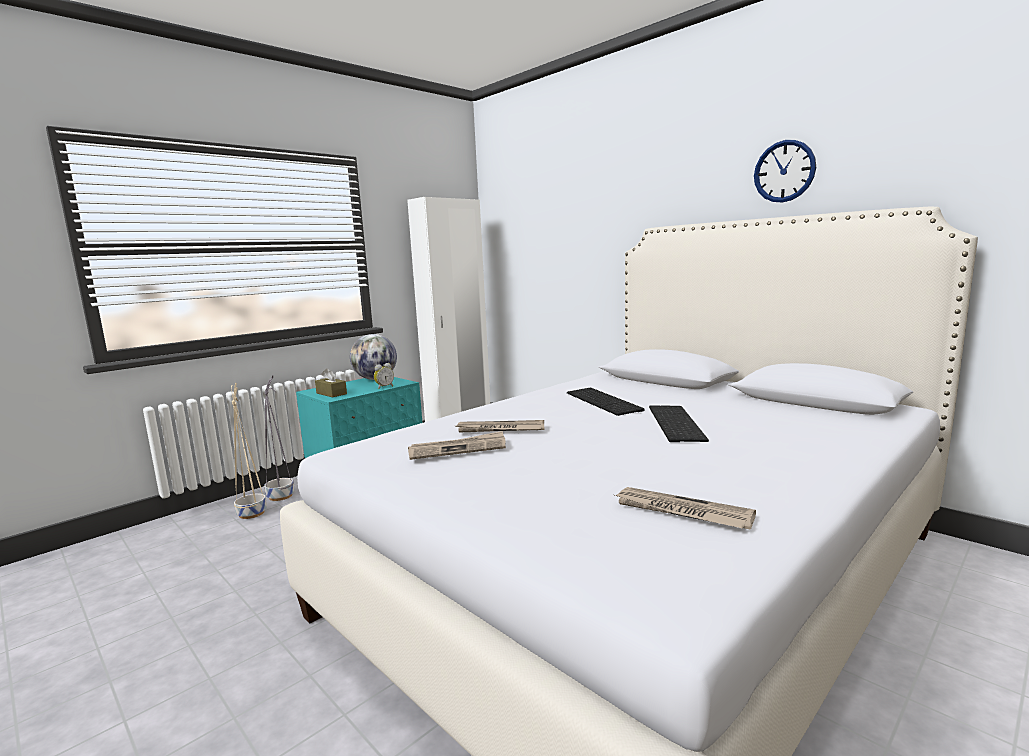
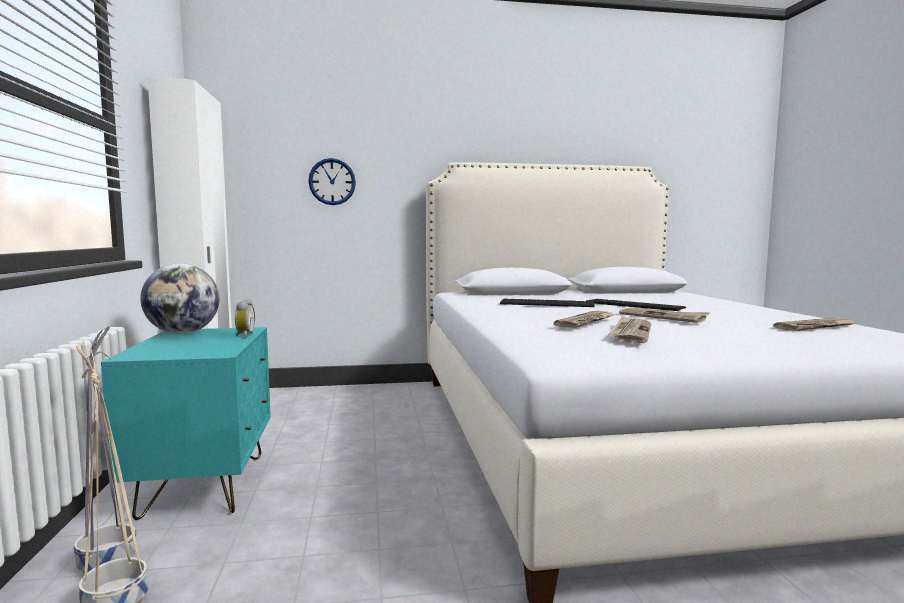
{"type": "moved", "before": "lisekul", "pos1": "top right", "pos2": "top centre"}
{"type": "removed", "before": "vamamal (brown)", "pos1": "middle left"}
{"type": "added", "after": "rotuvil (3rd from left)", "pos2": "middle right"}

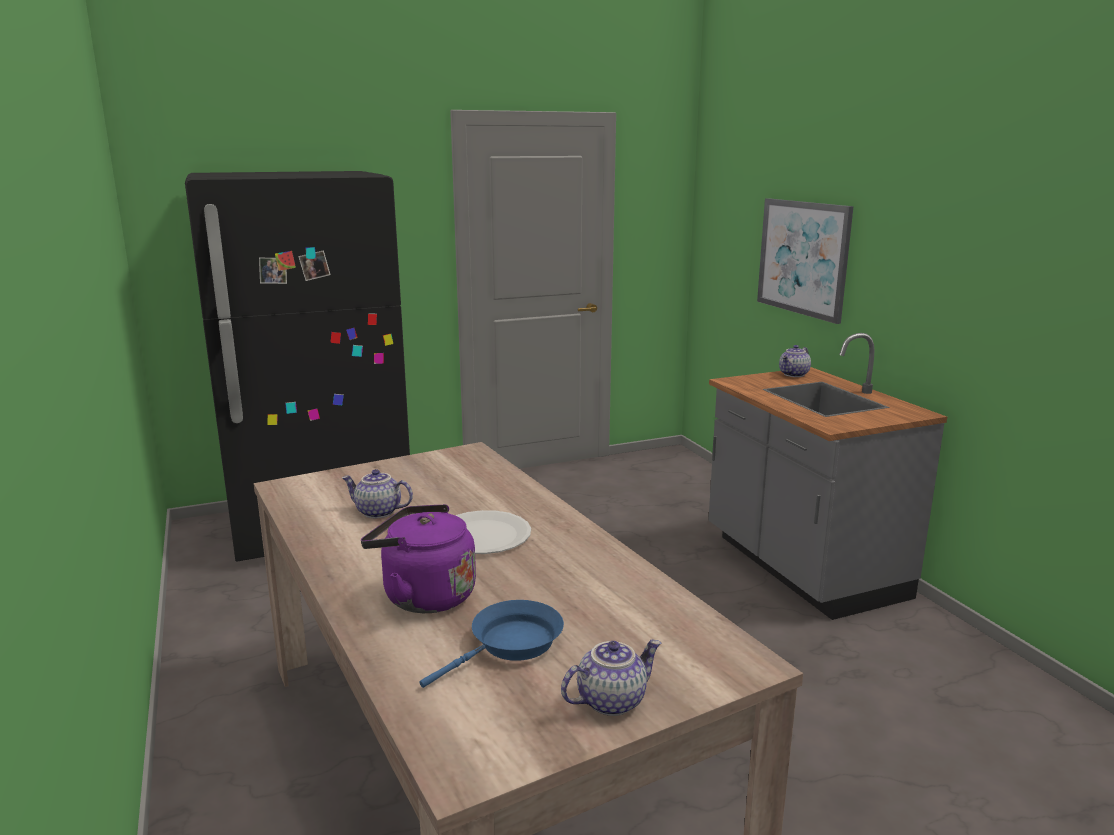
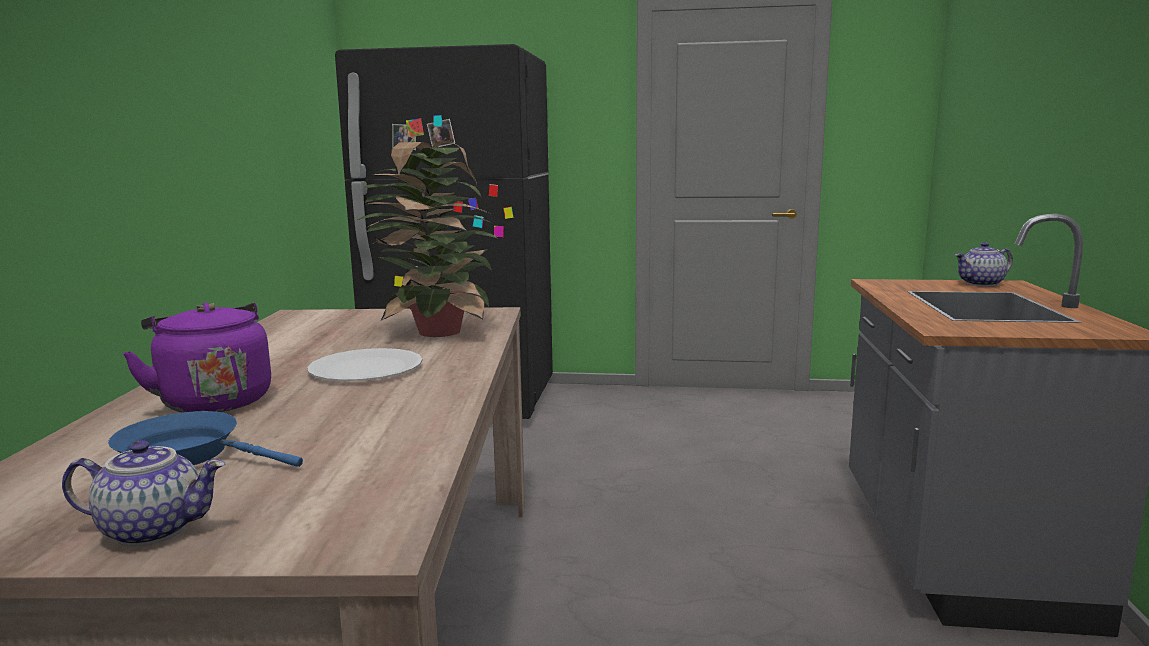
{"type": "removed", "before": "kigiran", "pos1": "top right"}
{"type": "removed", "before": "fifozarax (1st from left)", "pos1": "centre"}
{"type": "turned", "before": "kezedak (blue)", "pos1": "bottom centre", "pos2": "bottom left", "turn": -150}
{"type": "added", "after": "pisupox", "pos2": "centre"}

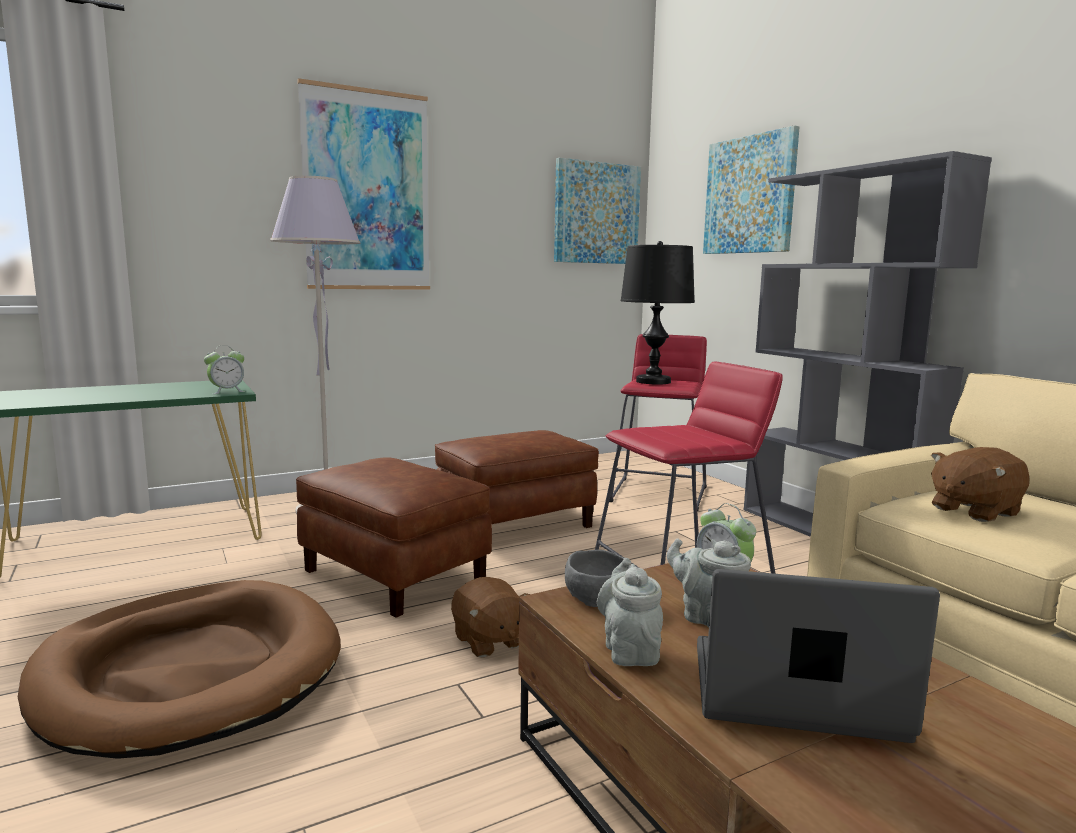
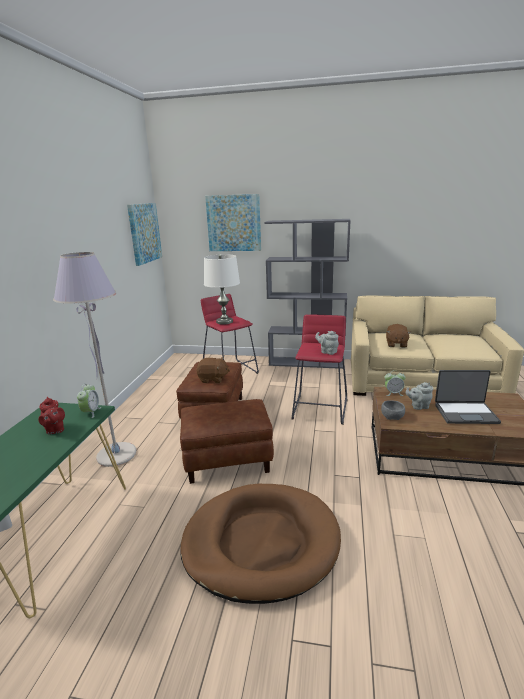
{"type": "removed", "before": "kigiran (1st from left)", "pos1": "top centre"}
{"type": "recoloured", "before": "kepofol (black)", "after": "kepofol (white)", "pos1": "centre", "pos2": "centre"}
{"type": "moved", "before": "fifozarax (grey) (1st from left)", "pos1": "bottom centre", "pos2": "centre"}
{"type": "turned", "before": "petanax", "pos1": "bottom right", "pos2": "middle right", "turn": -135}
{"type": "moved", "before": "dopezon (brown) (1st from left)", "pos1": "bottom centre", "pos2": "centre"}
{"type": "added", "after": "fifozarax (red)", "pos2": "middle left"}

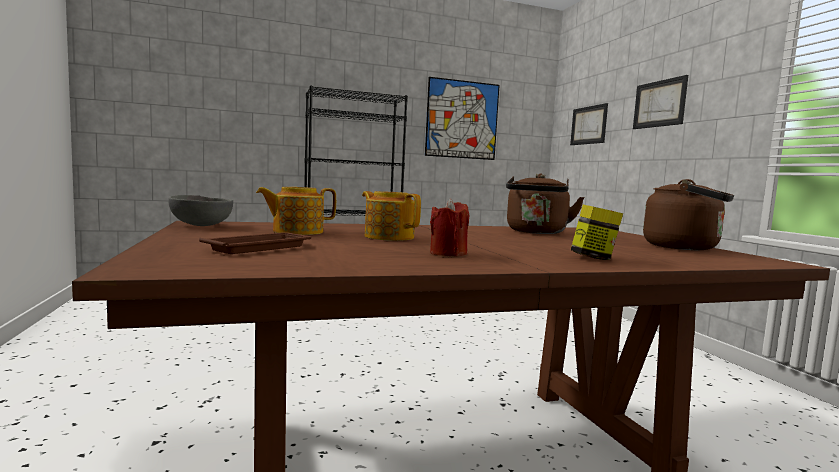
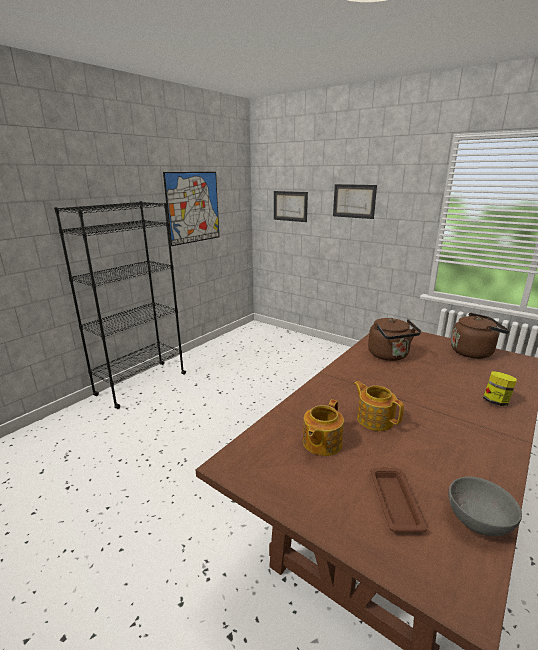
{"type": "turned", "before": "fifozarax (2nd from left)", "pos1": "centre", "pos2": "middle right", "turn": 45}
{"type": "moved", "before": "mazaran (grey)", "pos1": "middle left", "pos2": "bottom right"}
{"type": "removed", "before": "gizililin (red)", "pos1": "centre"}

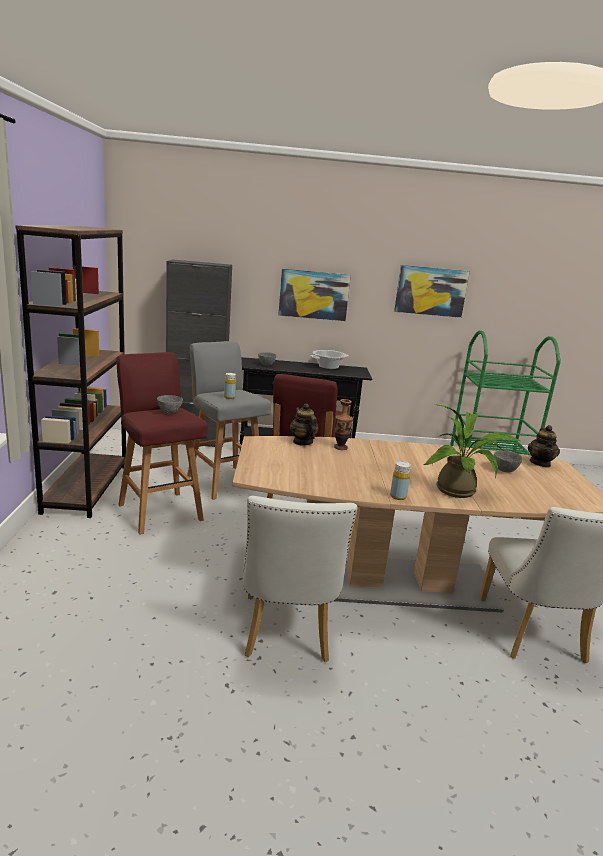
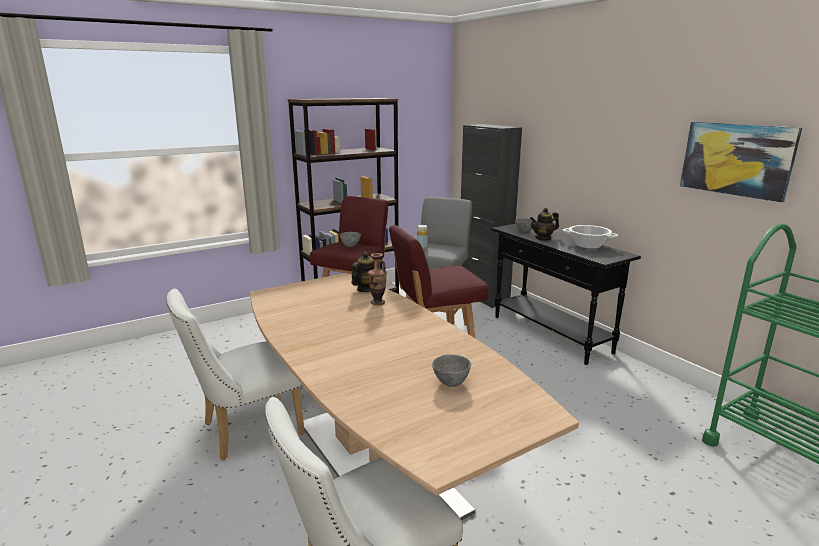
{"type": "removed", "before": "kigiran (1st from left)", "pos1": "centre"}
{"type": "removed", "before": "pisupox", "pos1": "middle right"}
{"type": "moved", "before": "fifozarax (2nd from left)", "pos1": "middle right", "pos2": "centre"}
{"type": "removed", "before": "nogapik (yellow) (2nd from left)", "pos1": "centre"}

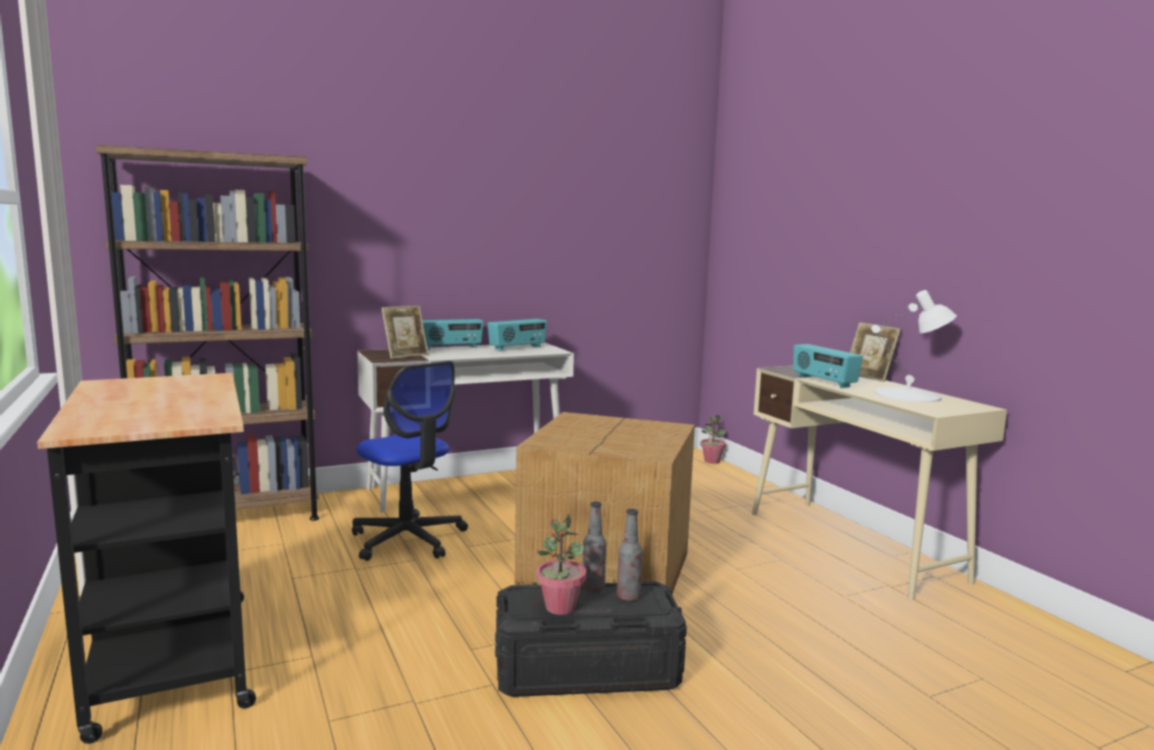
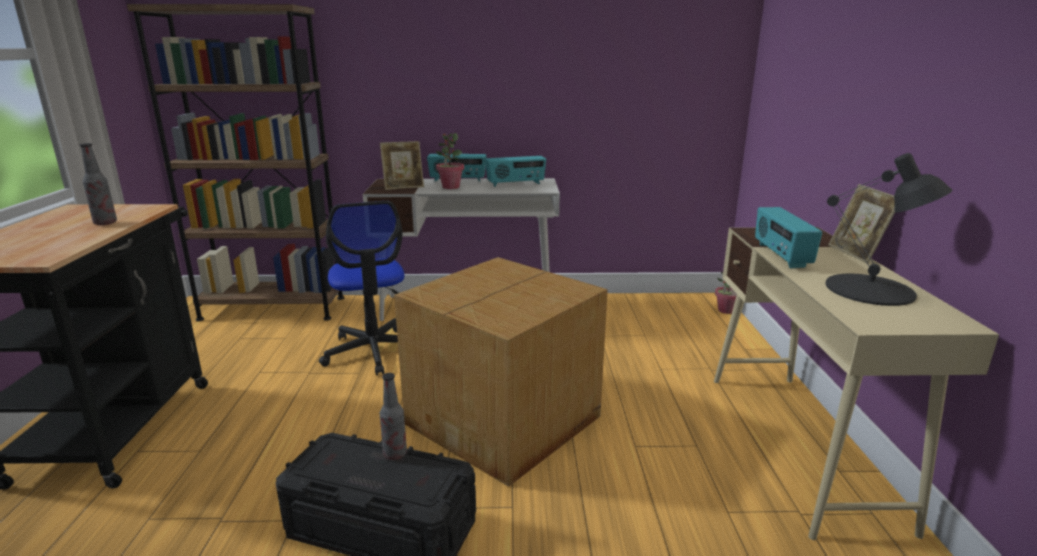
{"type": "recoloured", "before": "kepofol (white)", "after": "kepofol (black)", "pos1": "middle right", "pos2": "middle right"}
{"type": "moved", "before": "nogapik (2nd from left in the first image)", "after": "nogapik (1st from left)", "pos1": "bottom centre", "pos2": "top left"}
{"type": "moved", "before": "pisupox (1st from left)", "pos1": "bottom centre", "pos2": "top centre"}

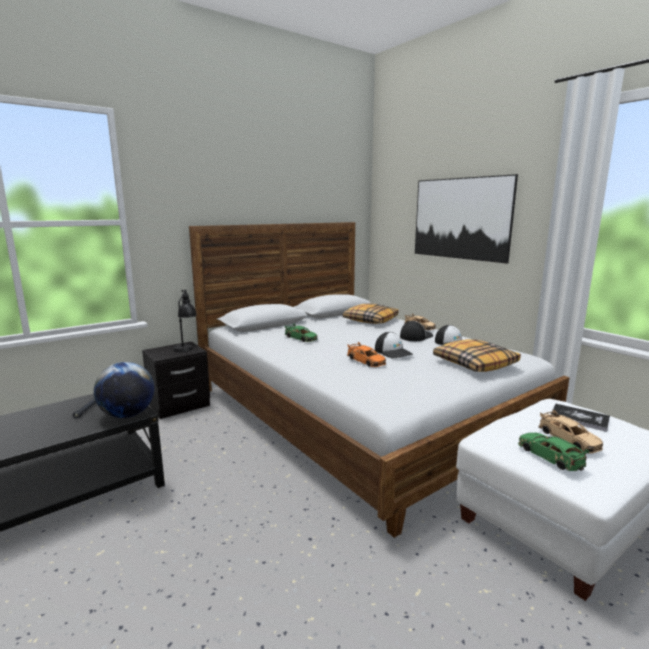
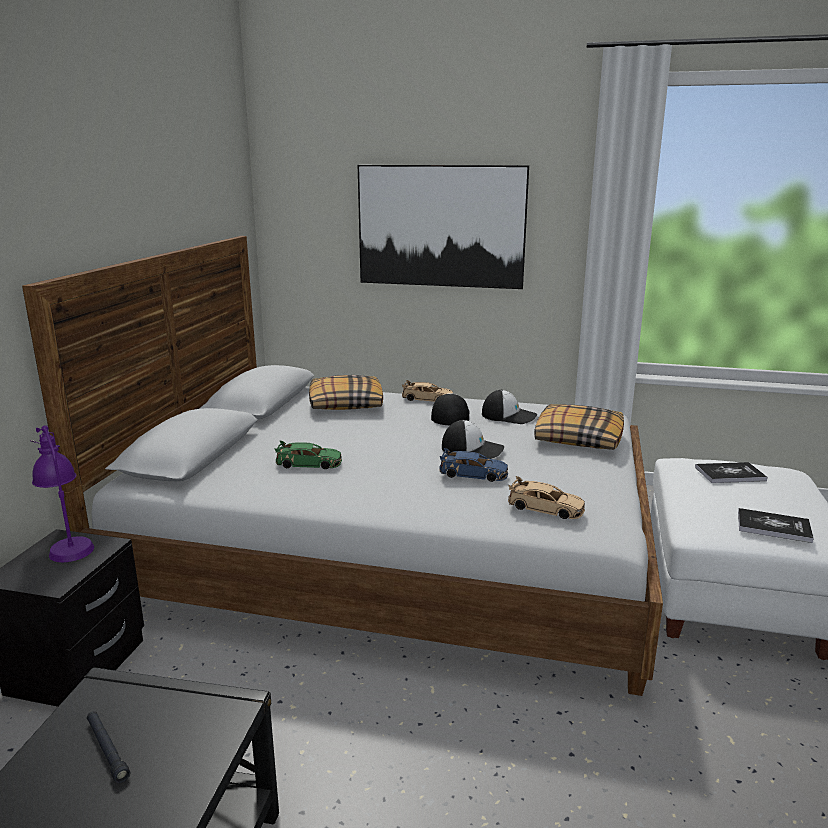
{"type": "recoloured", "before": "kepofol (black)", "after": "kepofol (purple)", "pos1": "middle left", "pos2": "middle left"}
{"type": "recoloured", "before": "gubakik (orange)", "after": "gubakik (blue)", "pos1": "centre", "pos2": "centre"}
{"type": "removed", "before": "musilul", "pos1": "middle left"}
{"type": "moved", "before": "gubakik (beige) (2nd from left)", "pos1": "middle right", "pos2": "centre"}
{"type": "replaced", "before": "gubakik (green) (2nd from left)", "after": "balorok (2nd from left)", "pos1": "bottom right", "pos2": "middle right"}

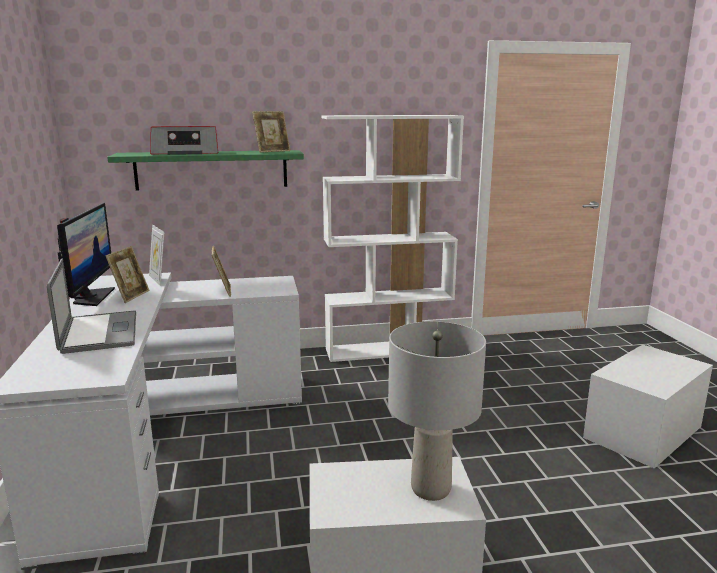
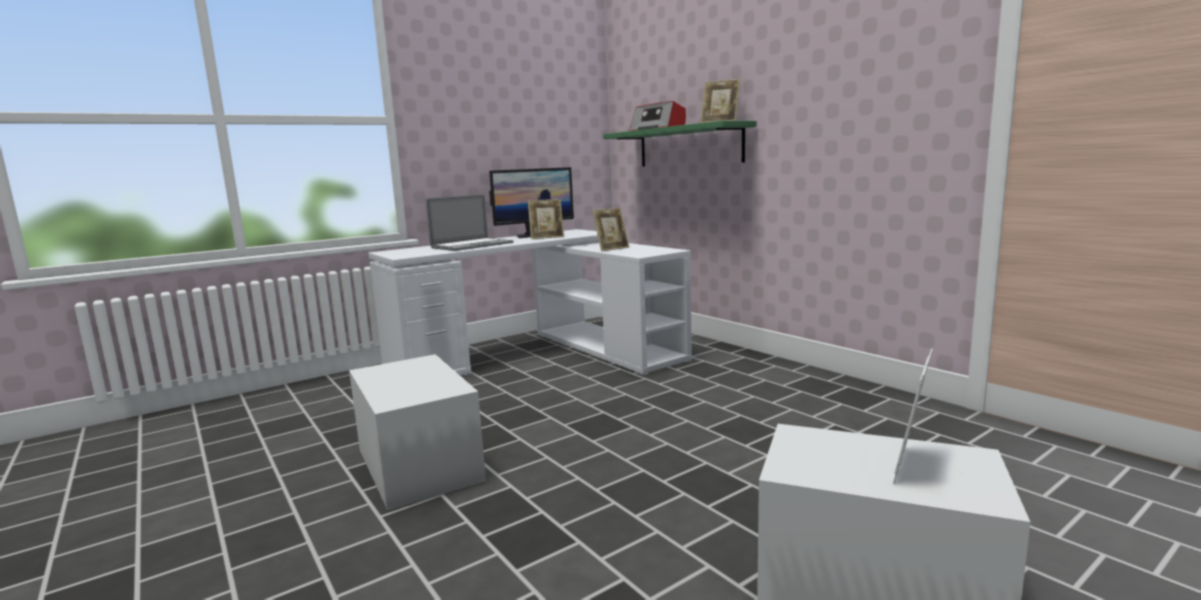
{"type": "removed", "before": "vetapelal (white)", "pos1": "centre"}
{"type": "moved", "before": "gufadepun (2nd from left in the first image)", "after": "gufadepun (4th from left)", "pos1": "middle left", "pos2": "bottom right"}
{"type": "removed", "before": "kepofol (grey)", "pos1": "bottom centre"}

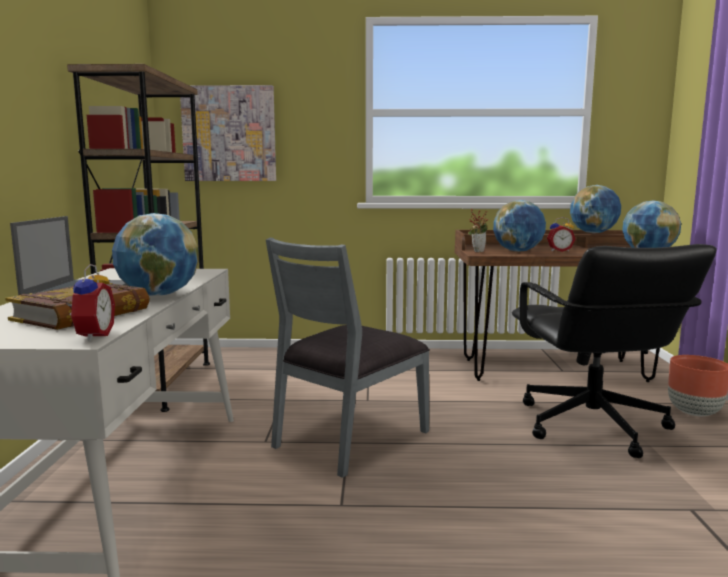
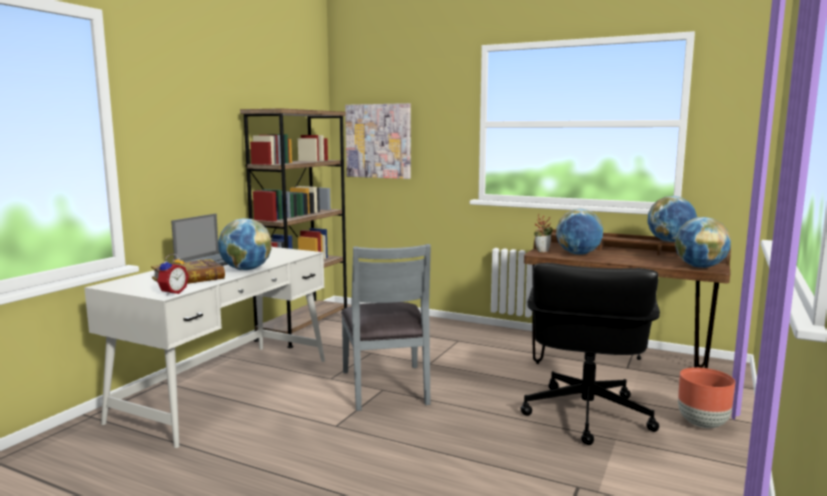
{"type": "removed", "before": "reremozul (2nd from left)", "pos1": "middle right"}
{"type": "turned", "before": "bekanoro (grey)", "pos1": "centre", "pos2": "centre", "turn": -75}

